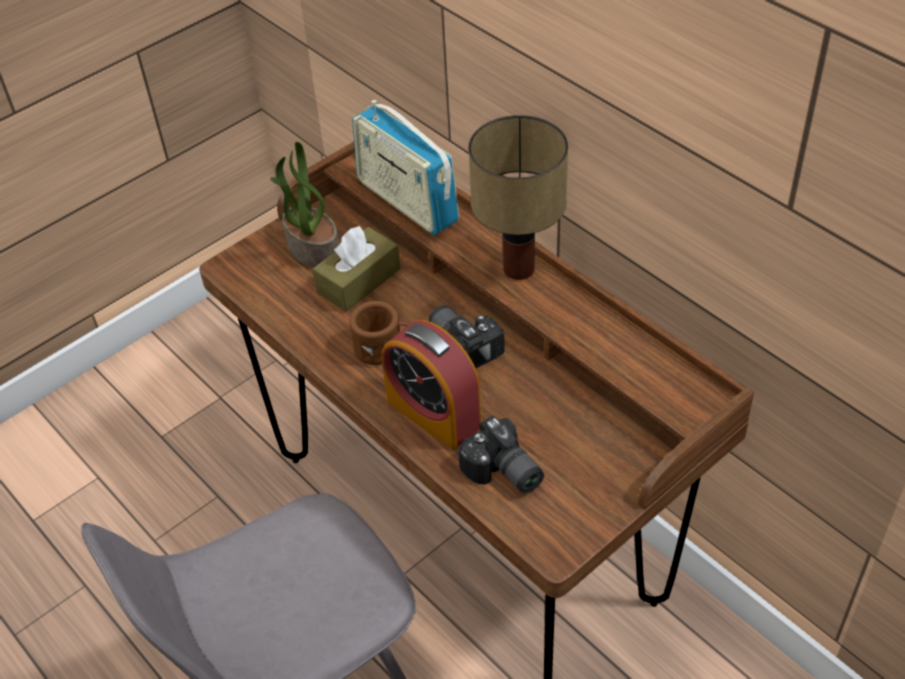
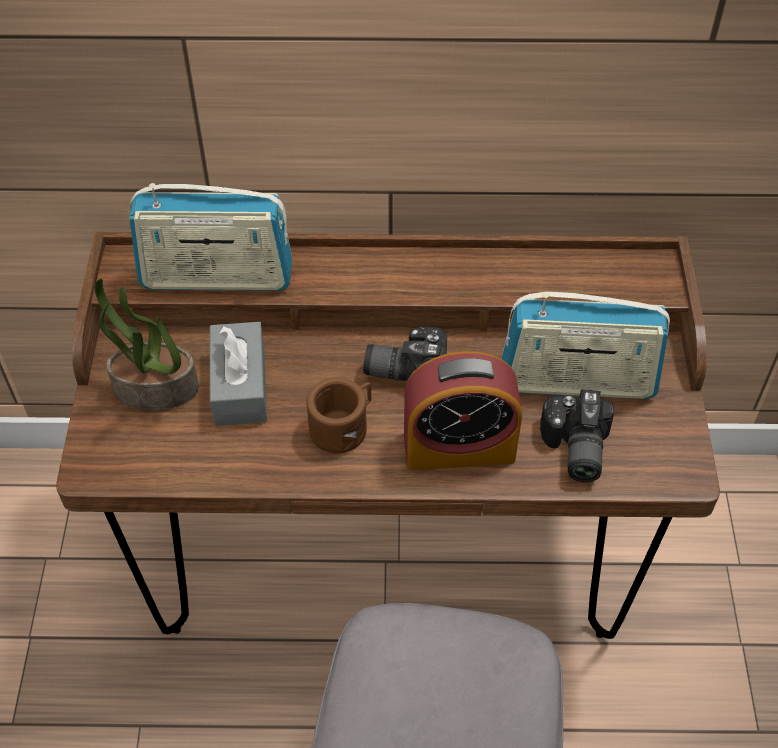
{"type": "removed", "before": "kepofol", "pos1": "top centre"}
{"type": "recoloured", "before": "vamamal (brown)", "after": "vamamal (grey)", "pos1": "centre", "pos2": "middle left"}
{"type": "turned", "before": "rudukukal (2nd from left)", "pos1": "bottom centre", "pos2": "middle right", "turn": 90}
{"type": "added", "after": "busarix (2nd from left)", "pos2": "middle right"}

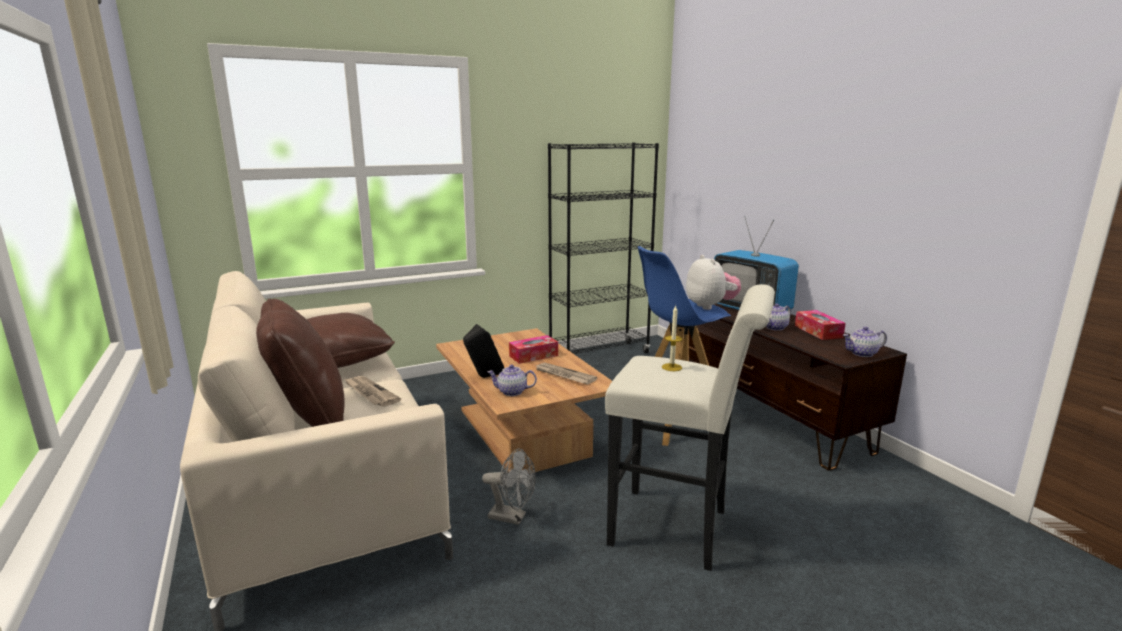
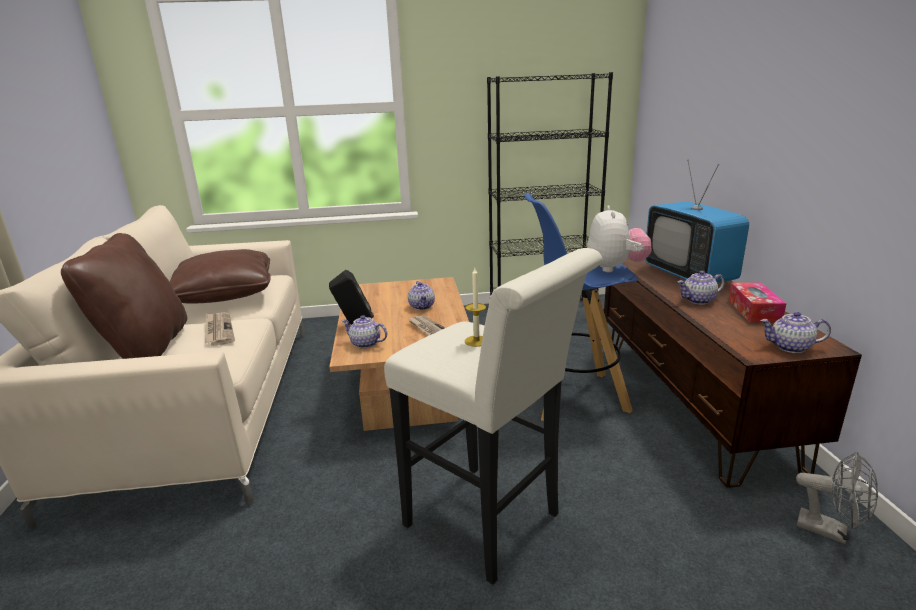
{"type": "replaced", "before": "vamamal (1st from left)", "after": "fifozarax (2nd from left)", "pos1": "centre", "pos2": "centre"}
{"type": "moved", "before": "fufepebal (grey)", "pos1": "bottom centre", "pos2": "bottom right"}

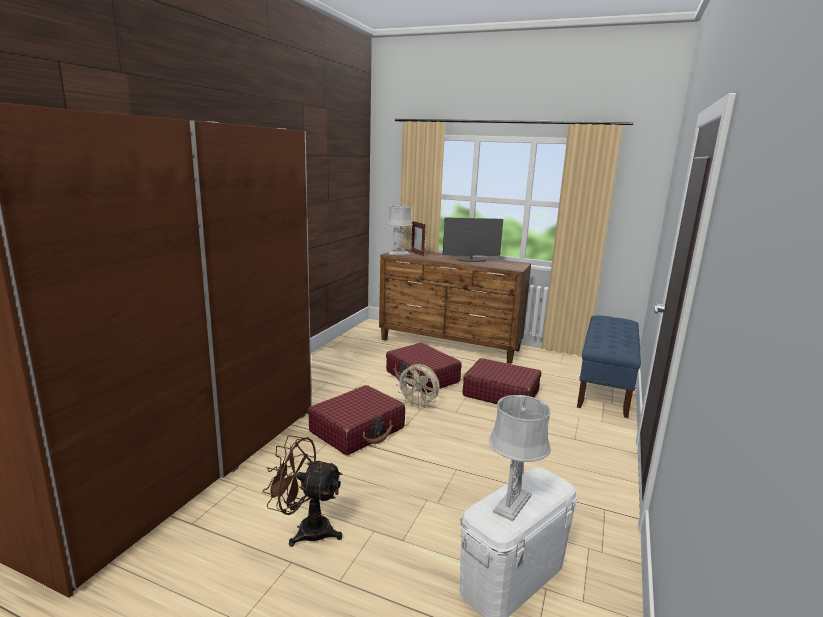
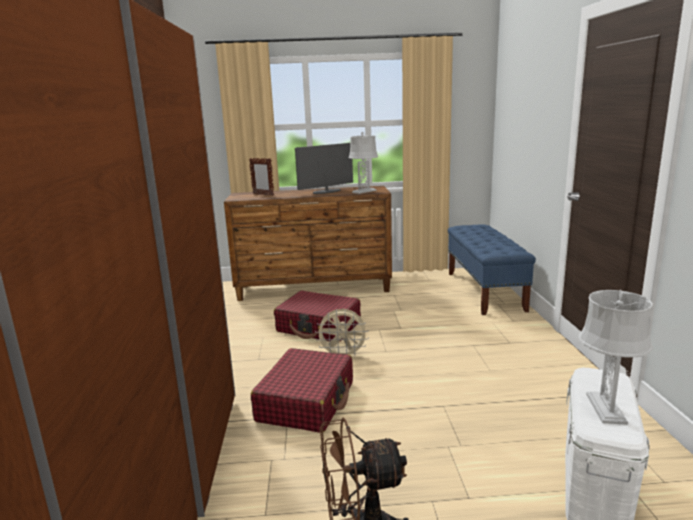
{"type": "moved", "before": "kepofol (grey) (1st from left)", "pos1": "centre", "pos2": "top centre"}
{"type": "removed", "before": "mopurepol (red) (3rd from left)", "pos1": "centre"}

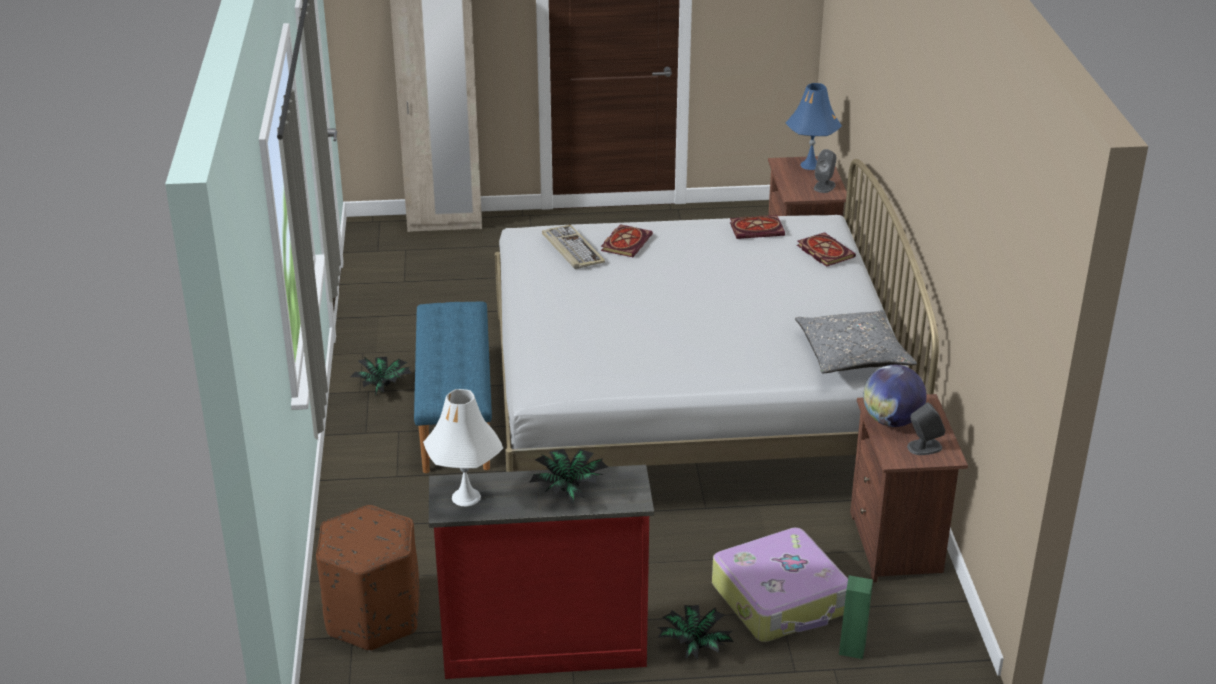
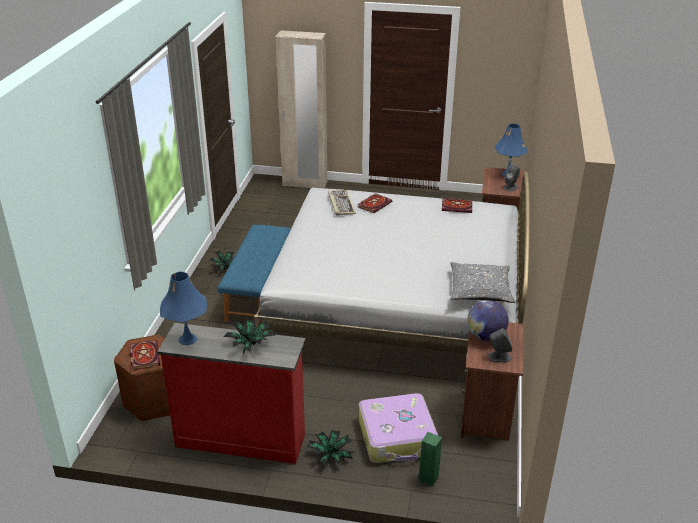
{"type": "moved", "before": "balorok (3rd from left in the first image)", "after": "balorok (1st from left)", "pos1": "middle right", "pos2": "bottom left"}
{"type": "recoloured", "before": "kepofol (white)", "after": "kepofol (blue) (1st from left)", "pos1": "centre", "pos2": "middle left"}

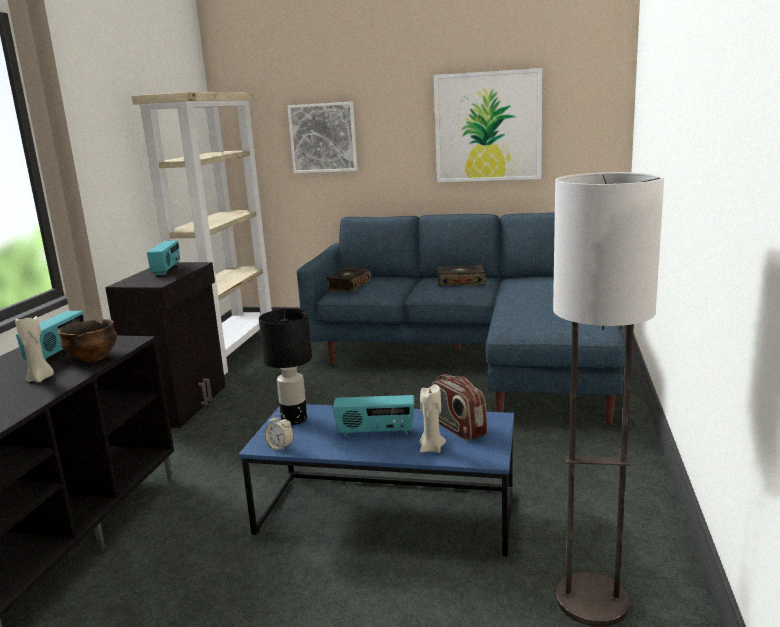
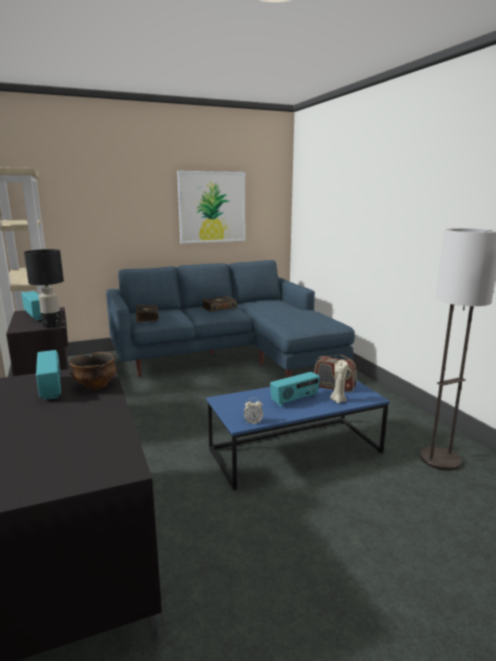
{"type": "removed", "before": "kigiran (1st from left)", "pos1": "top centre"}
{"type": "moved", "before": "kepofol (black)", "pos1": "centre", "pos2": "middle left"}
{"type": "removed", "before": "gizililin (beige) (1st from left)", "pos1": "middle left"}

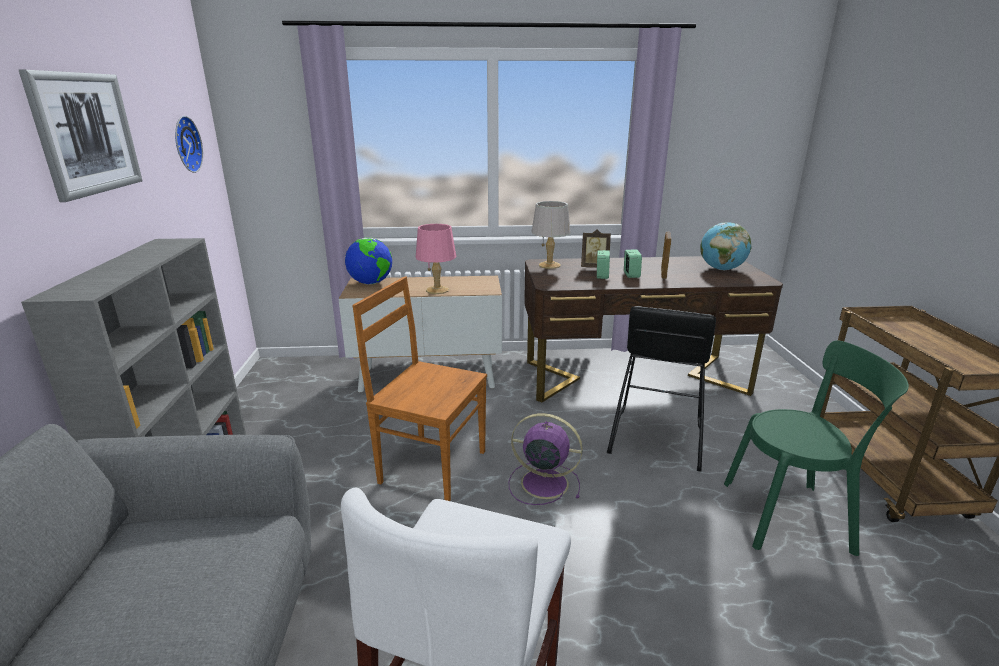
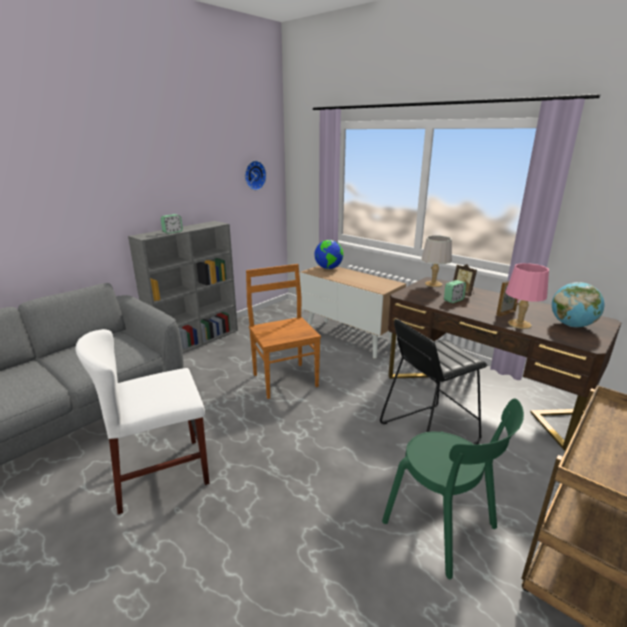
{"type": "removed", "before": "kigiran", "pos1": "top left"}
{"type": "moved", "before": "kepofol (pink)", "pos1": "centre", "pos2": "middle right"}
{"type": "moved", "before": "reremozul (2nd from left in the first image)", "after": "reremozul (1st from left)", "pos1": "centre", "pos2": "middle left"}
{"type": "removed", "before": "fufepebal (purple)", "pos1": "bottom centre"}

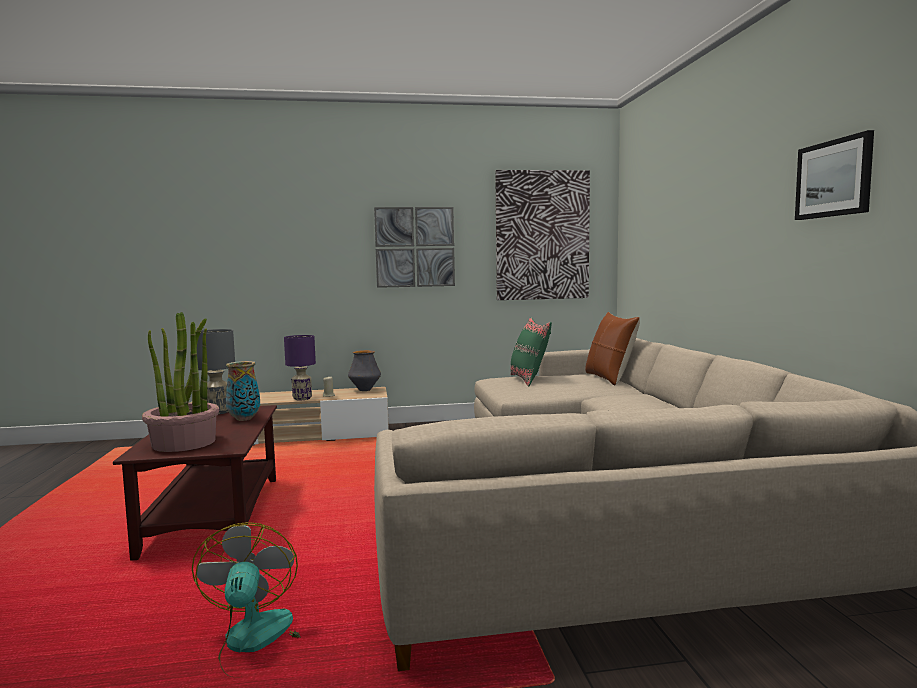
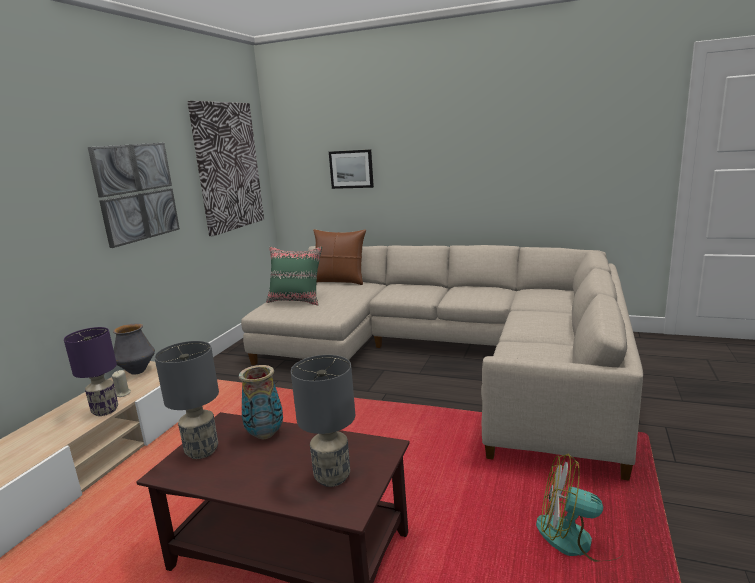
{"type": "moved", "before": "kigiran (3rd from left)", "pos1": "top right", "pos2": "top centre"}
{"type": "replaced", "before": "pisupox", "after": "kepofol (grey) (2nd from left)", "pos1": "middle left", "pos2": "bottom centre"}

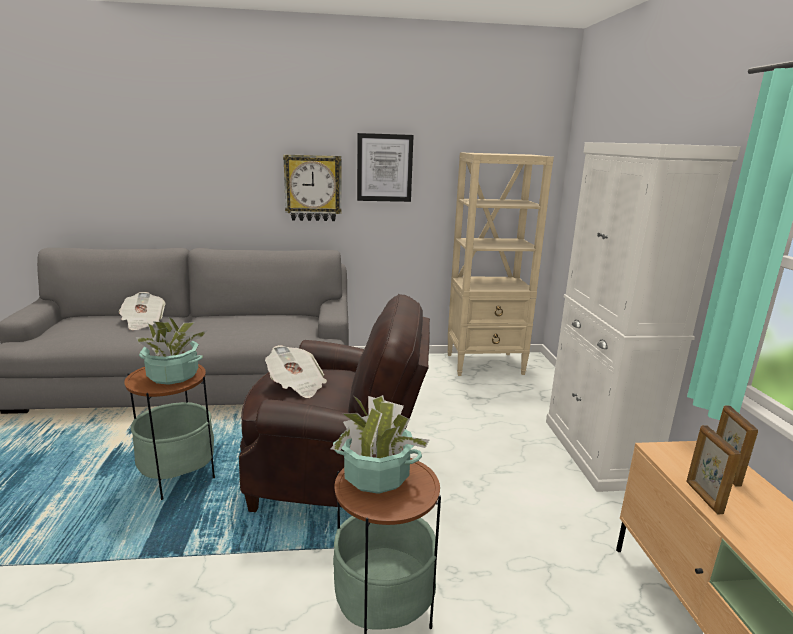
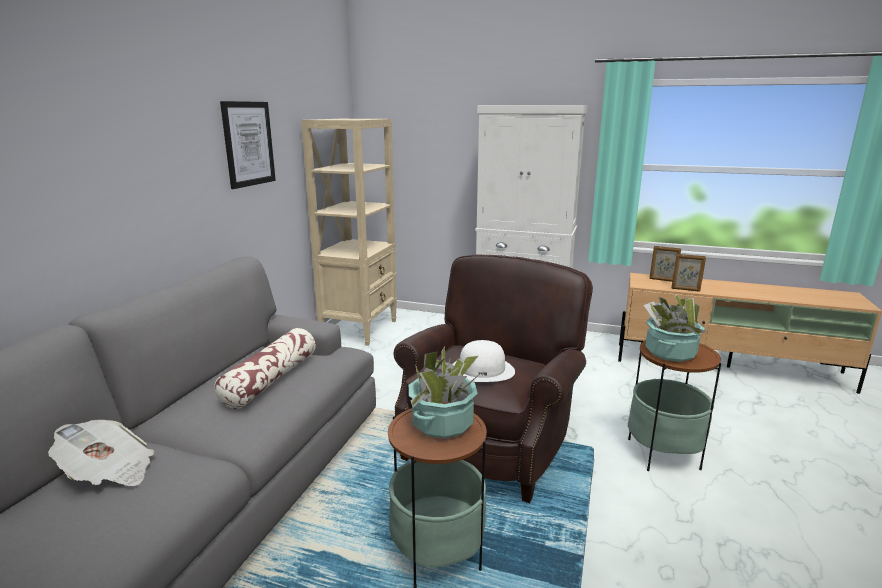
{"type": "removed", "before": "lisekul", "pos1": "top centre"}
{"type": "replaced", "before": "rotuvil (2nd from left)", "after": "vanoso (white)", "pos1": "centre", "pos2": "centre"}
{"type": "added", "after": "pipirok", "pos2": "middle left"}

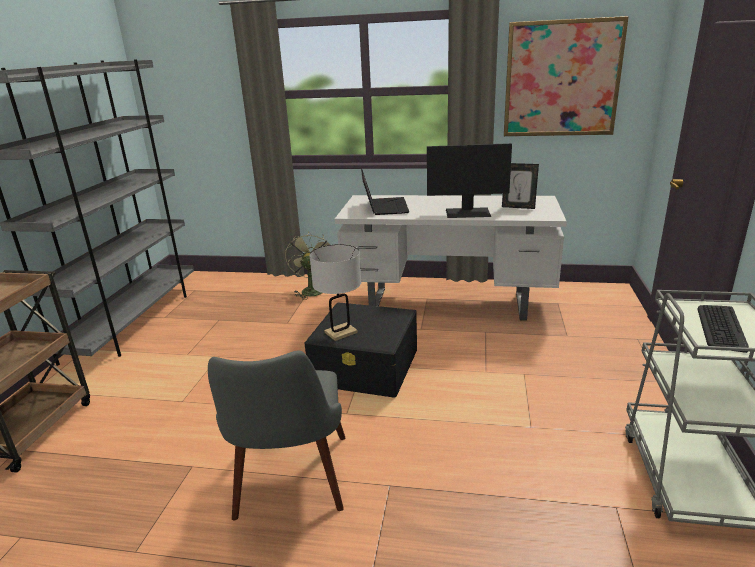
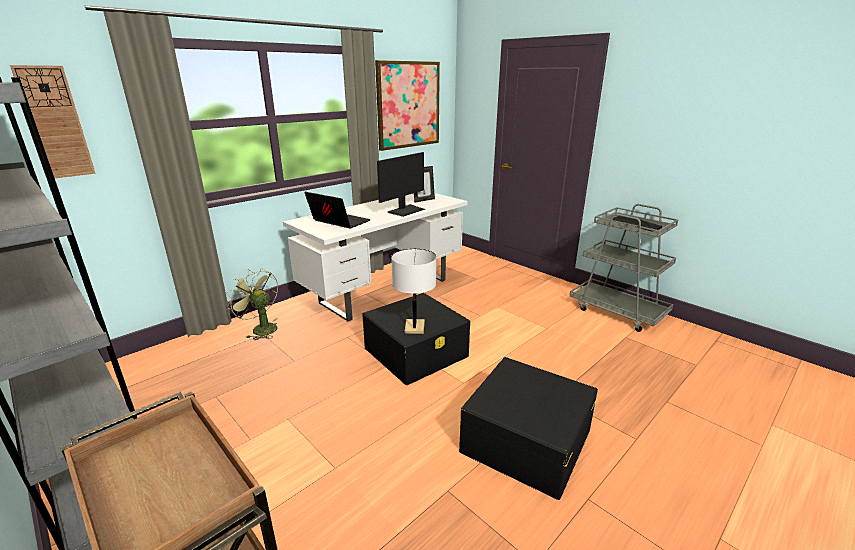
{"type": "replaced", "before": "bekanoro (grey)", "after": "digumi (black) (2nd from left)", "pos1": "bottom centre", "pos2": "bottom centre"}
{"type": "added", "after": "lisekul", "pos2": "top left"}

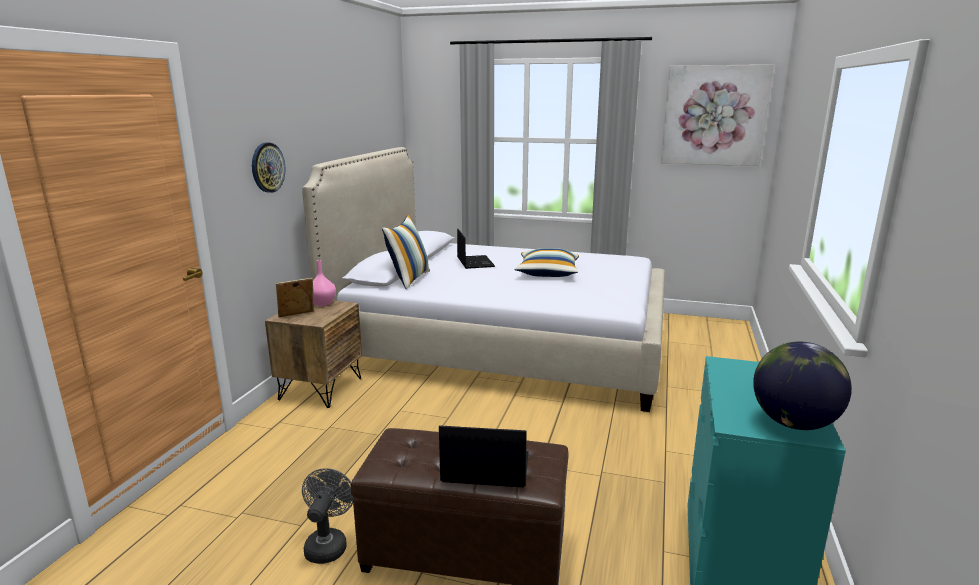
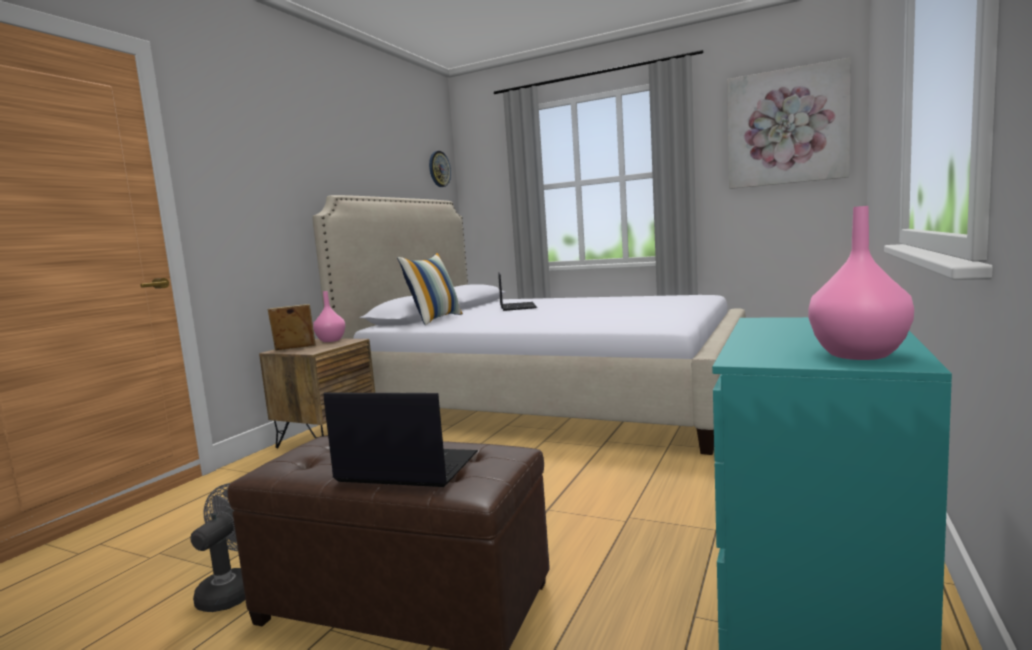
{"type": "moved", "before": "lisekul", "pos1": "top left", "pos2": "top centre"}
{"type": "removed", "before": "pipirok (2nd from left)", "pos1": "centre"}
{"type": "replaced", "before": "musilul", "after": "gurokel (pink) (2nd from left)", "pos1": "middle right", "pos2": "middle right"}

